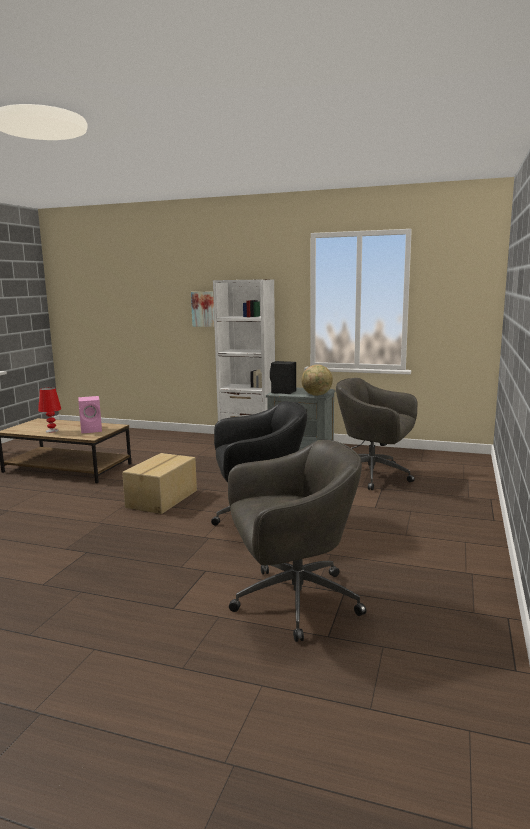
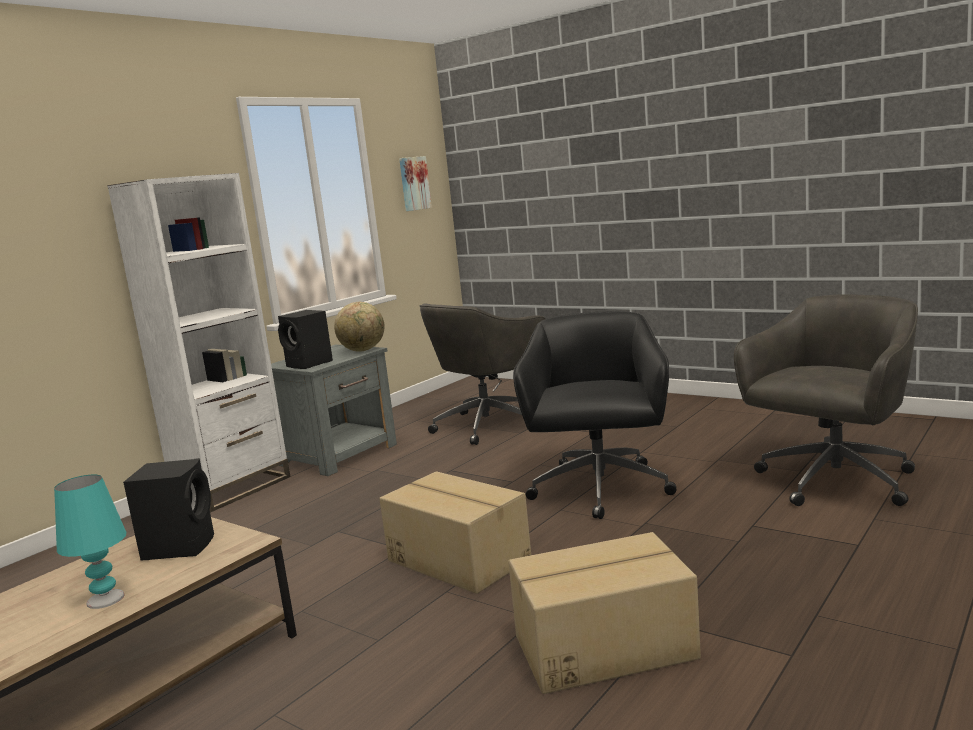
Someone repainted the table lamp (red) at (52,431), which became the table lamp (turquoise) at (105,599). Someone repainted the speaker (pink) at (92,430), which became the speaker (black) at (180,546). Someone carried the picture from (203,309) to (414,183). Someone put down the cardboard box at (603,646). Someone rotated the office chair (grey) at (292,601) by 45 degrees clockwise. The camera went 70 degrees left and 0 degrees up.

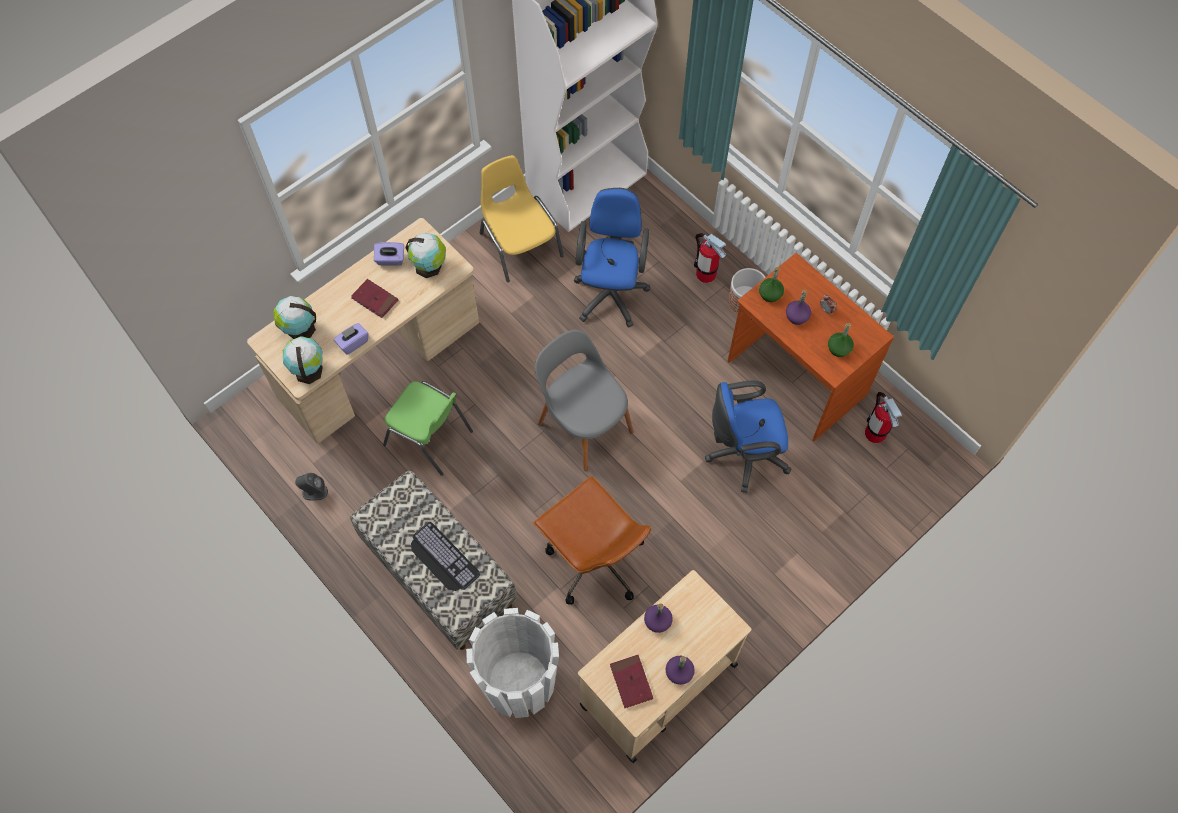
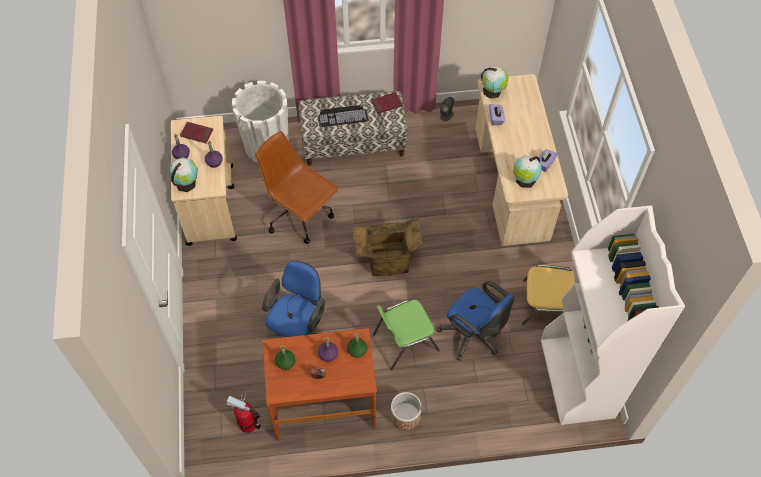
Someone carried the globe from (299,329) to (186,183). Someone rotated the office chair (brown) at (594,561) by 45 degrees clockwise. Someone swapped the chair (grey) at (583,425) for the cardboard box at (387,261). Someone carried the book (red) from (375,299) to (386,104). Someone carried the chair (green) from (429,438) to (404,342). Someone took away the fire extinguisher at (705,274). The camera went 125 degrees right and 5 degrees down.

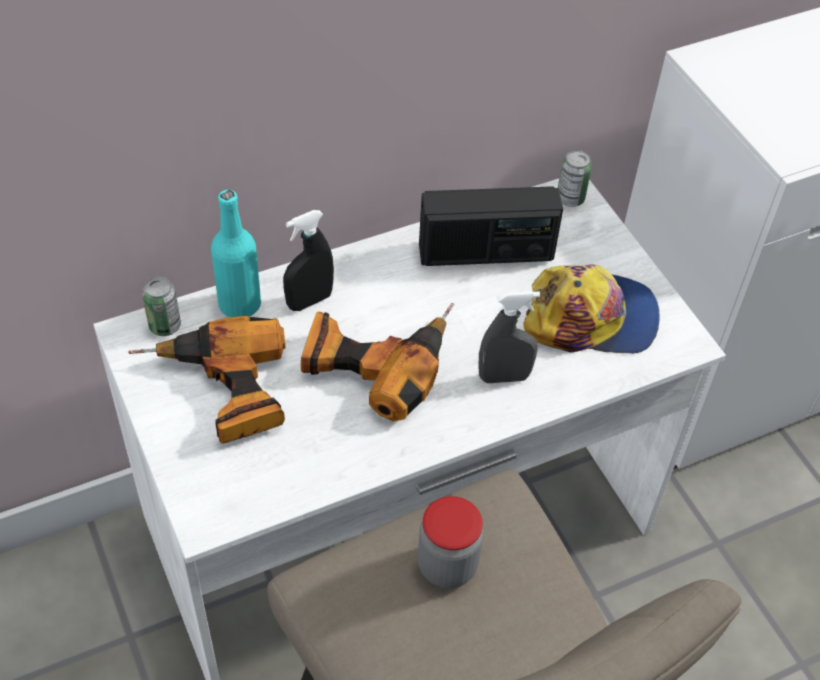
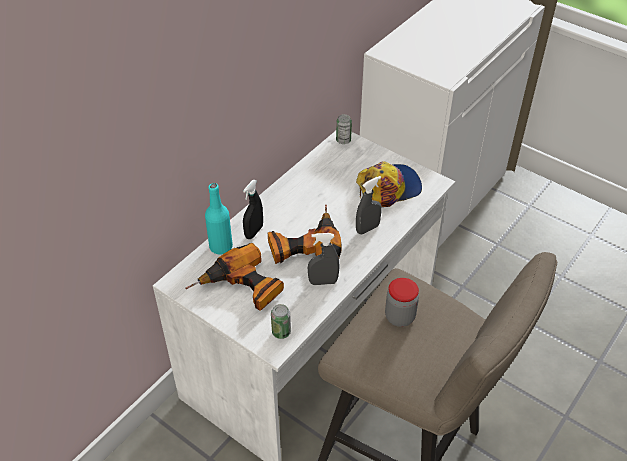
Someone carried the can from (165,326) to (281,332). Someone put down the spray bottle (grey) at (323,282). Someone took away the radio at (486,252). The camera went 25 degrees left and 5 degrees down.

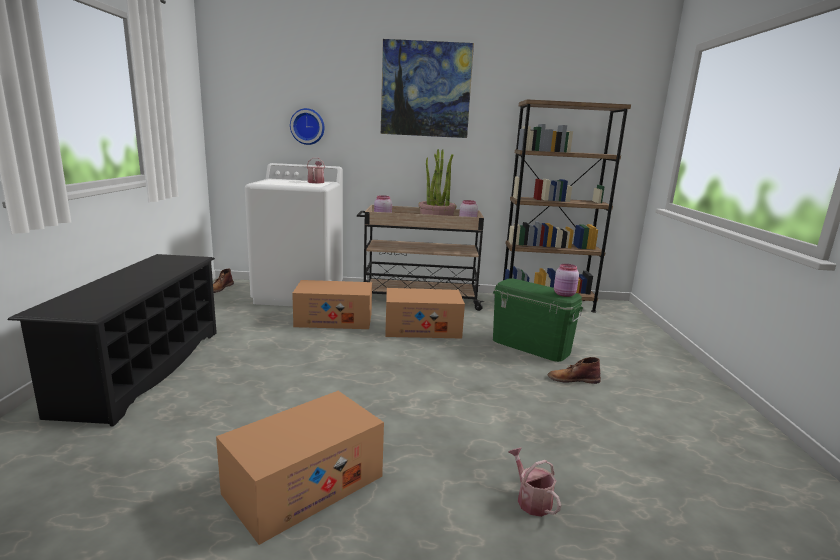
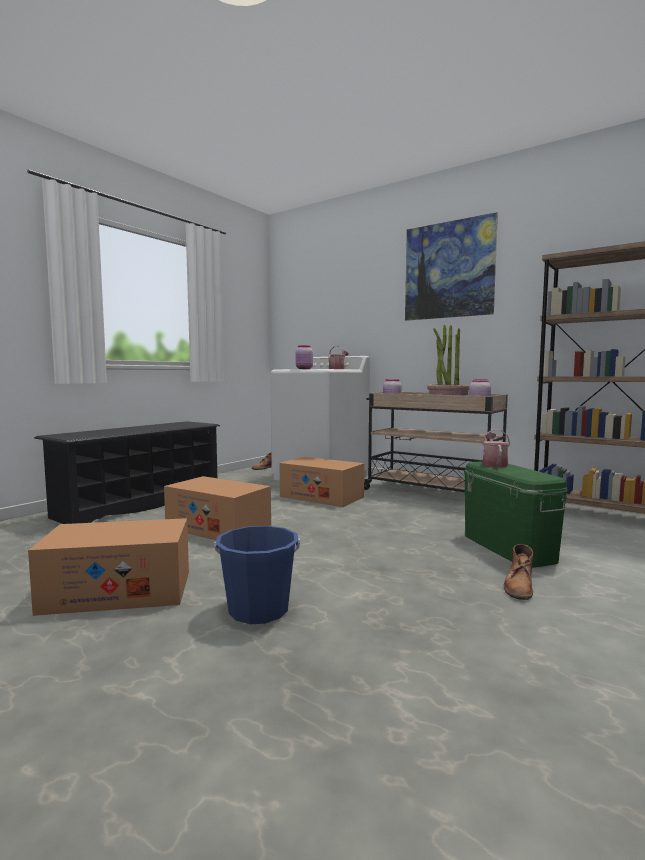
Someone carried the cardboard box from (422,328) to (218,528). Someone put down the bucket (blue) at (258,610). Someone carried the jar (pink) from (565,294) to (304,369). Someone carried the watering can from (531,499) to (494,464). Someone rotated the boot (brown) at (572,379) by 105 degrees counterclockwise. Someone took away the wall clock at (308,126). The camera went 35 degrees right and 10 degrees down.

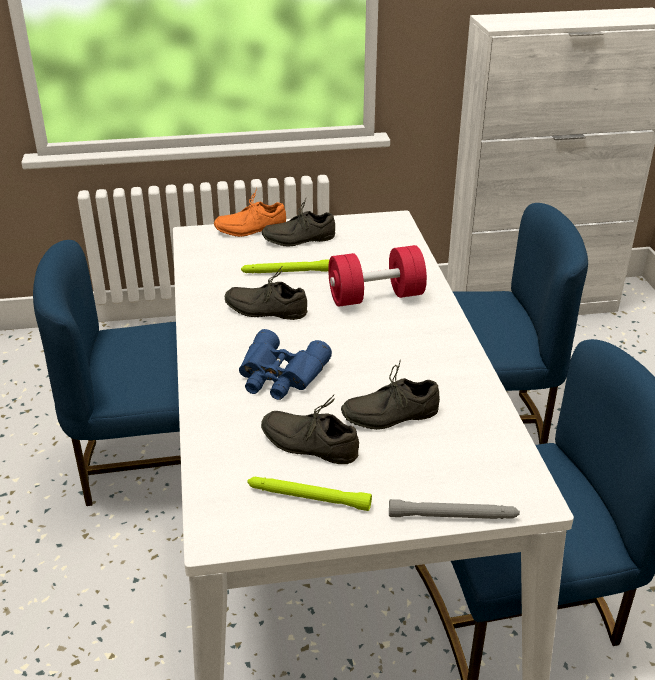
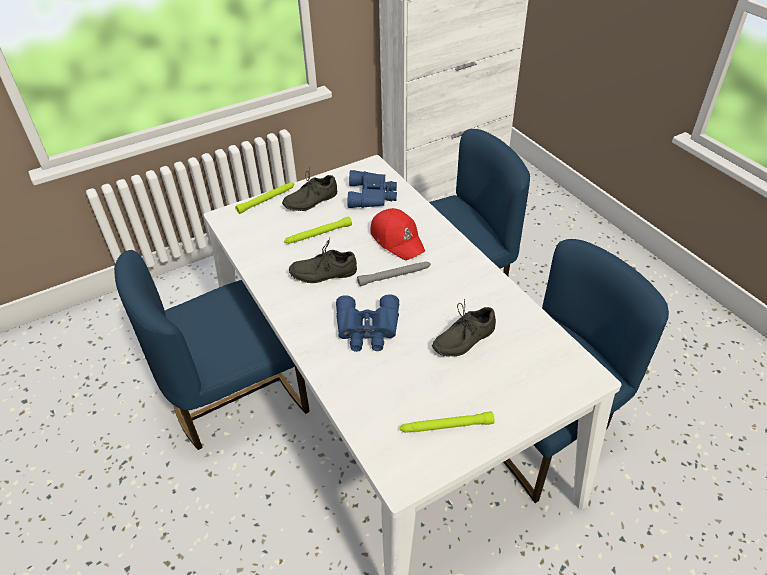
Someone swapped the shoe (orange) at (250,228) for the flashlight (green) at (267,200). Someone put down the binoculars (blue) at (373,195). Someone carried the flashlight (grey) from (453,516) to (394,276). Someone swapped the dumbbell (red) at (376,297) for the cap (red) at (397,239). Someone took away the shoe (grey) at (311,443). The camera went 20 degrees left and 10 degrees up.

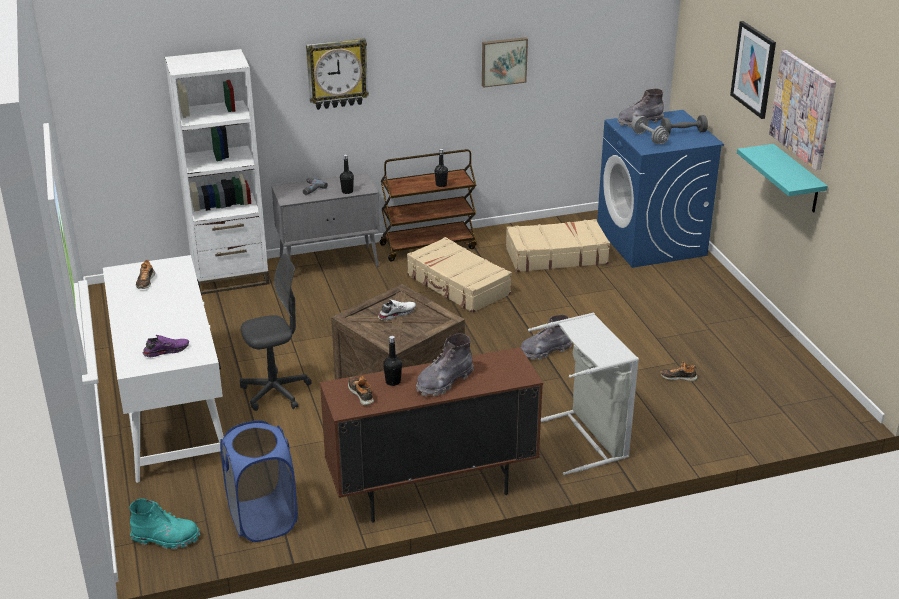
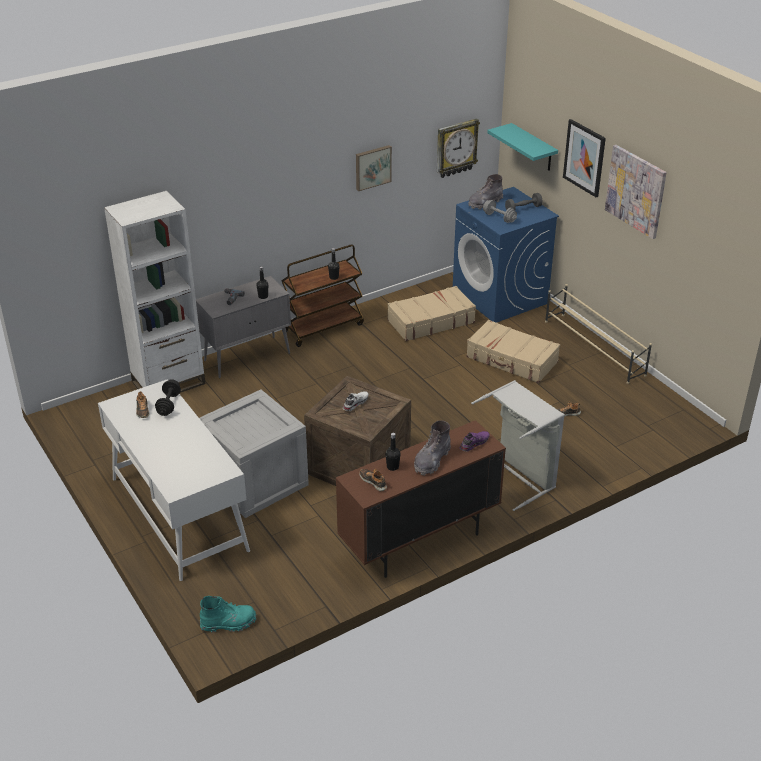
Someone put down the dumbbell (black) at (169,404). Someone swapped the office chair (grey) at (275,392) for the crate at (257,481). Someone carried the wall clock from (337,73) to (456,148). Someone carried the shoe (purple) from (166,350) to (473,443). Someone carried the suitcase (beige) from (458,285) to (512,360). Someone carried the shelf (turquoise) from (797,180) to (533,148). Someone put down the shoe rack (beige) at (594,348). Someone took away the laundry basket (blue) at (262,519). Someone took away the boot (grey) at (544,351). The camera went 15 degrees left and 5 degrees up.

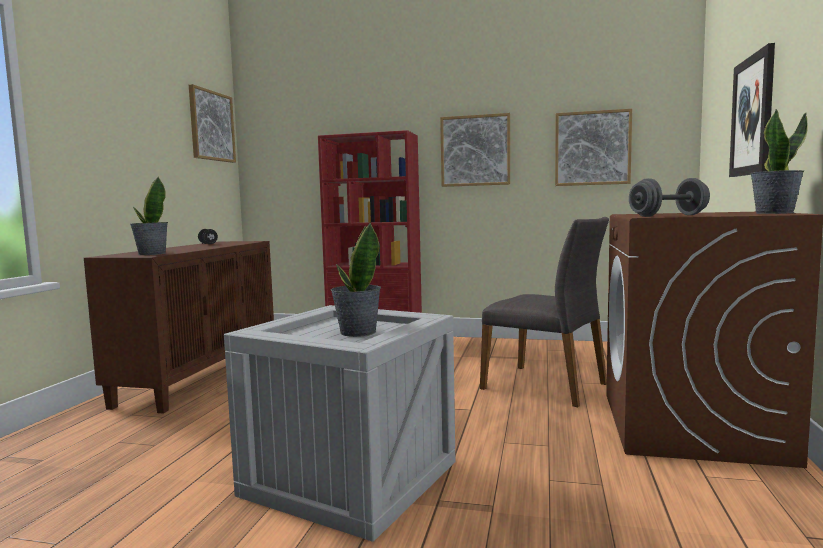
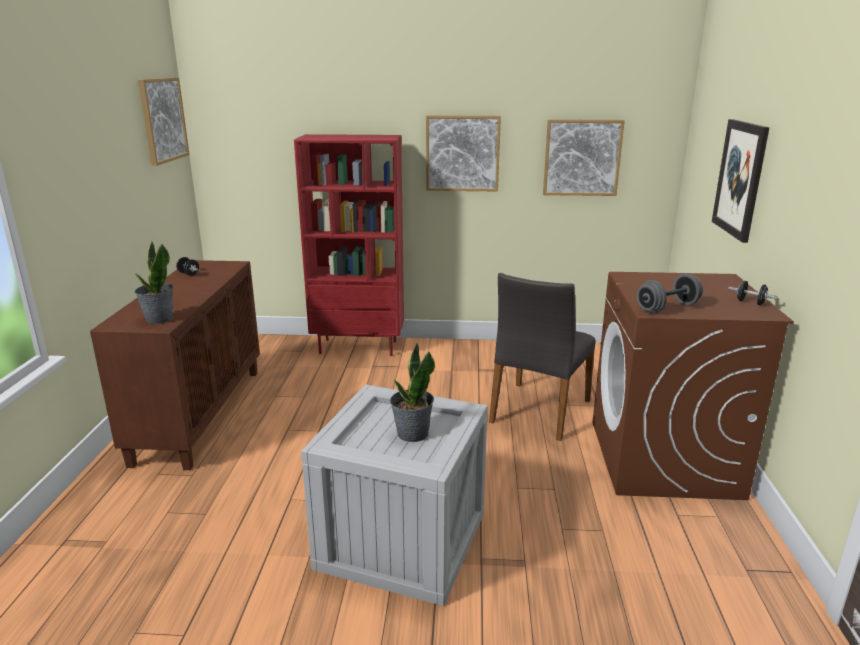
Someone rotated the chair (grey) at (546,386) by 90 degrees clockwise. Someone swapped the potted plant at (774,213) for the dumbbell (black) at (750,302). The camera went 10 degrees left and 15 degrees up.

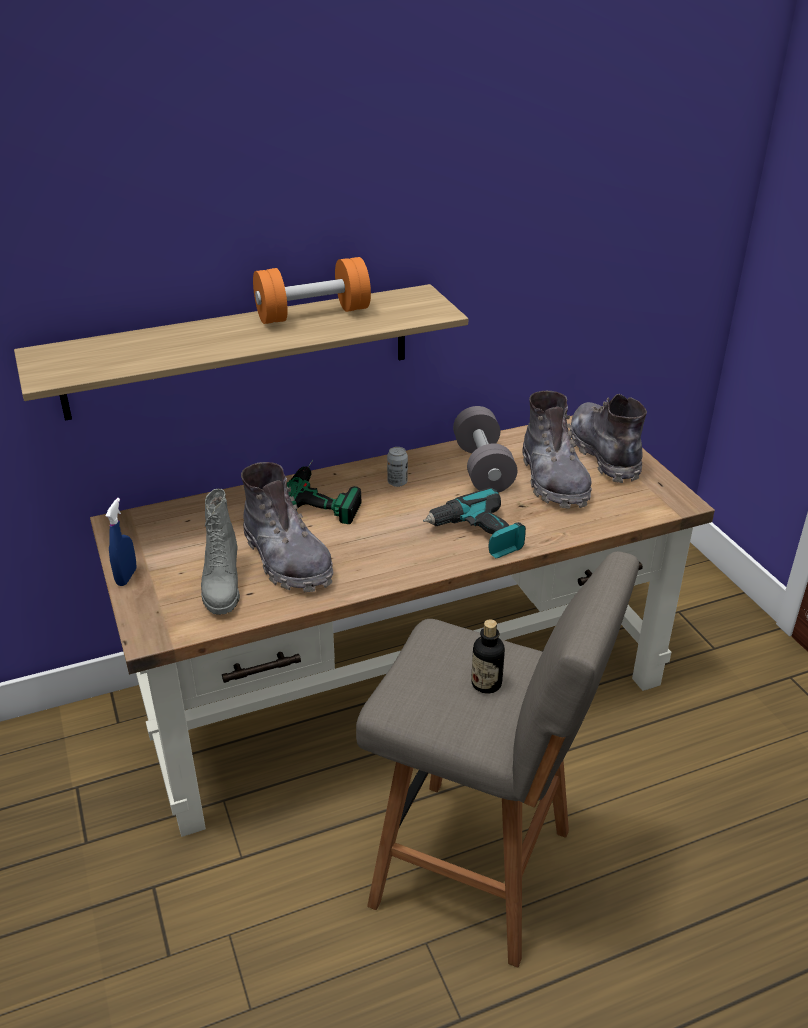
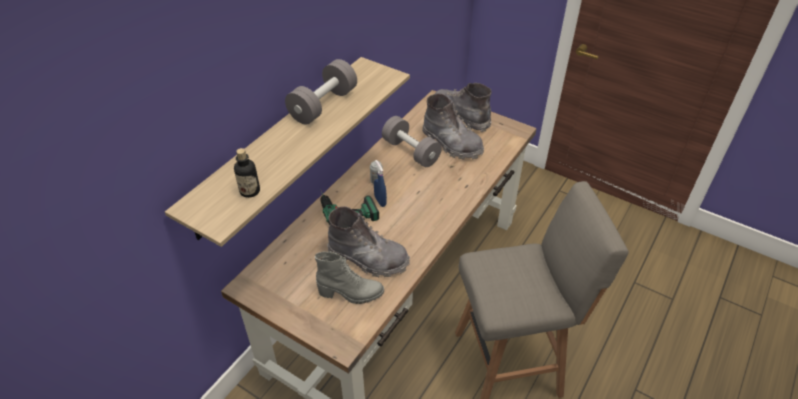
Someone carried the bottle from (486,683) to (250,191). Someone repainted the dumbbell (orange) at (313,314), which became the dumbbell (grey) at (323,105). Someone rotated the boot (grey) at (221,587) by 45 degrees counterclockwise. Someone carried the spray bottle (blue) from (126,577) to (380,201). Someone took away the power drill at (477,535). The camera went 35 degrees left and 10 degrees up.

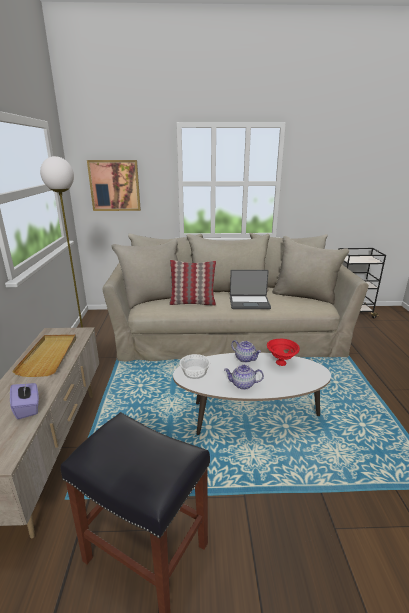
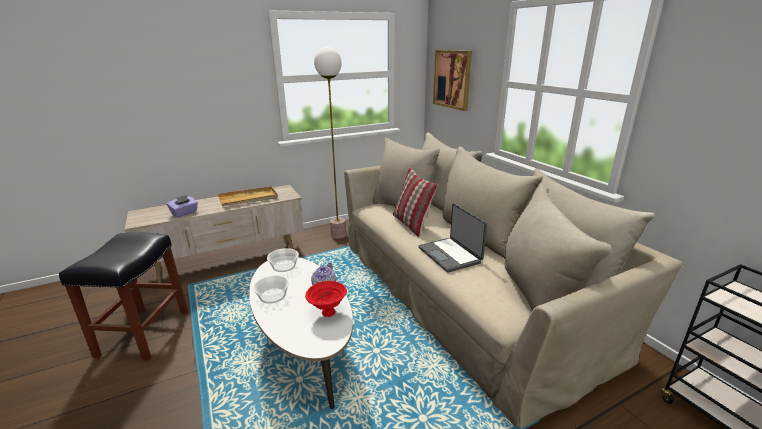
Someone swapped the teapot at (242,385) for the bowl at (272,296). The camera went 65 degrees right and 0 degrees up.

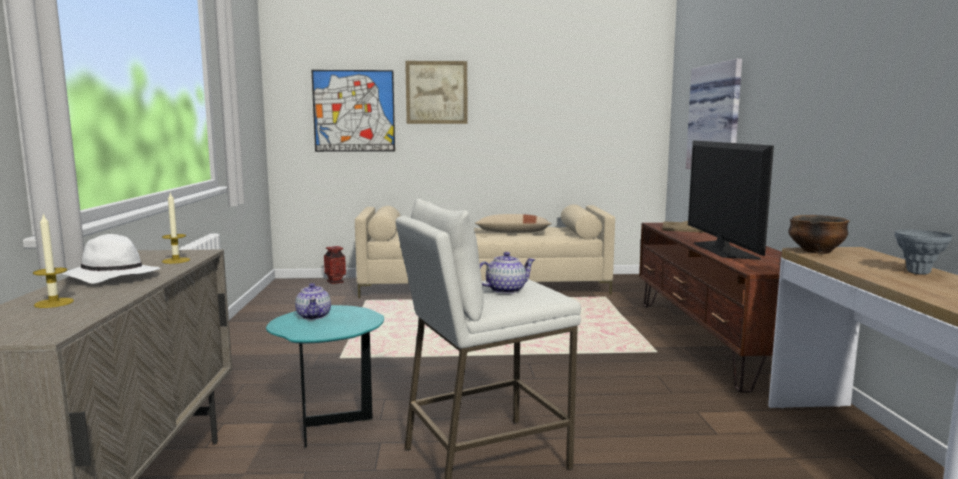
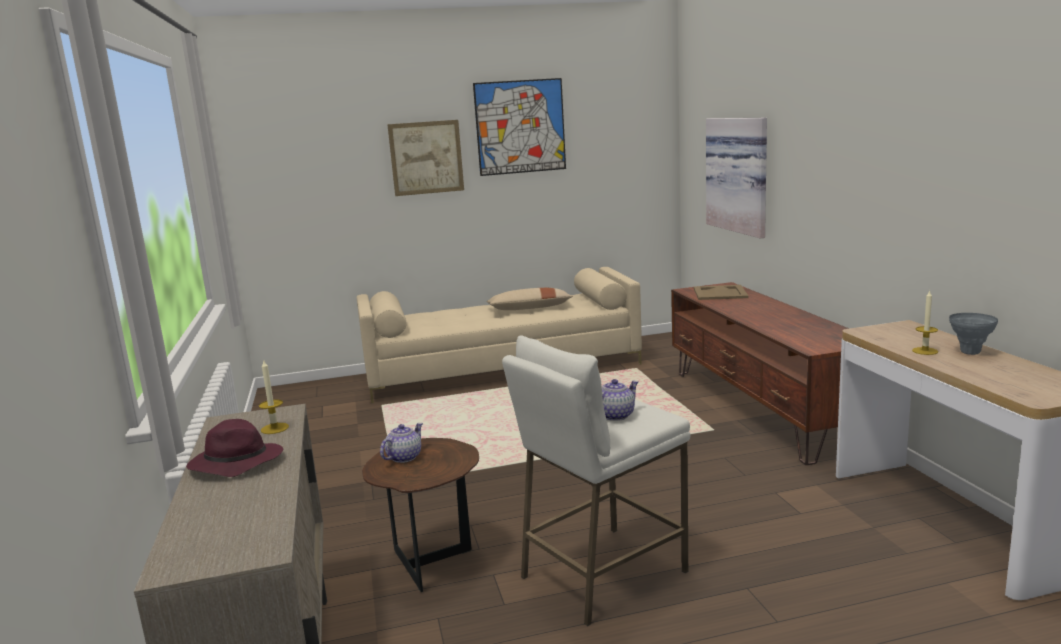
Someone repainted the hat (white) at (111,277), which became the hat (purple) at (235,463). Someone repainted the side table (turquoise) at (331,424), which became the side table (brown) at (432,562). Someone rotated the teapot at (314,316) by 120 degrees counterclockwise. Someone carried the picture from (354,111) to (520,127). Someone carried the candle from (54,303) to (925,351). Someone took away the vase at (335,282). Someone took away the television at (723,250). Someone took away the bowl at (816,252). The camera went 10 degrees left and 5 degrees up.

